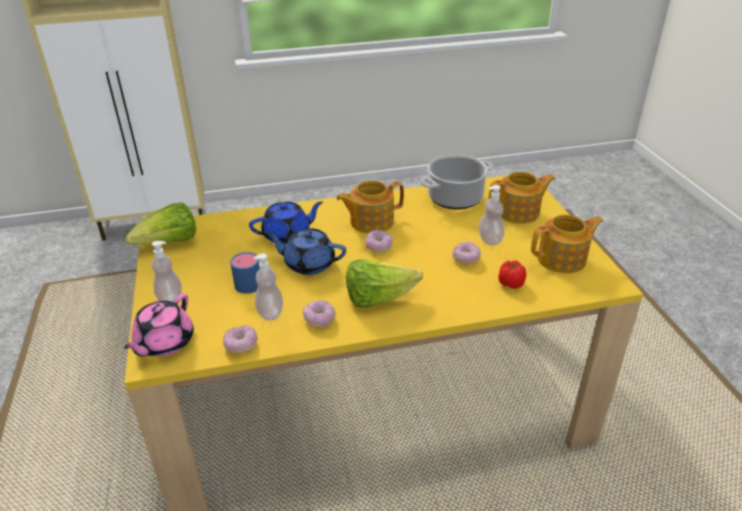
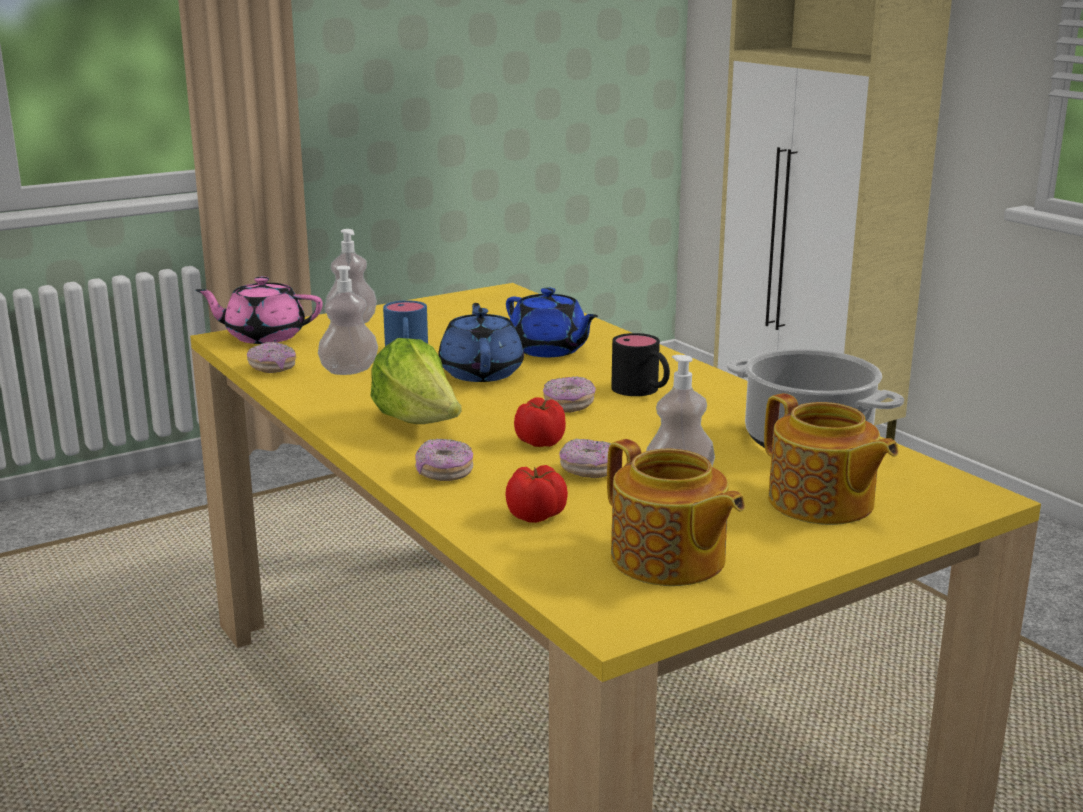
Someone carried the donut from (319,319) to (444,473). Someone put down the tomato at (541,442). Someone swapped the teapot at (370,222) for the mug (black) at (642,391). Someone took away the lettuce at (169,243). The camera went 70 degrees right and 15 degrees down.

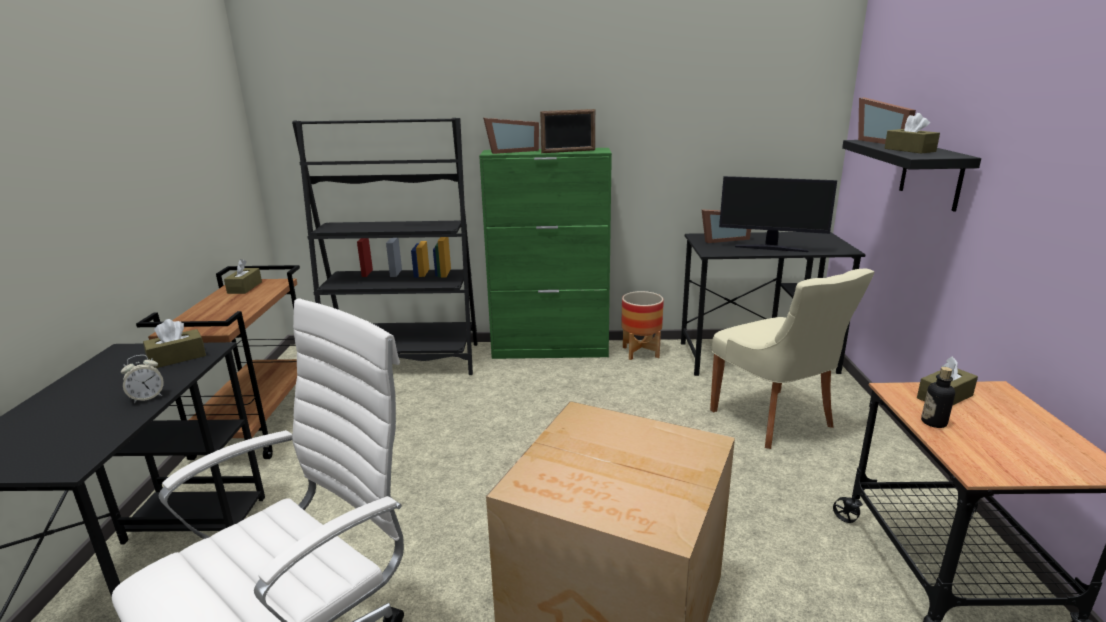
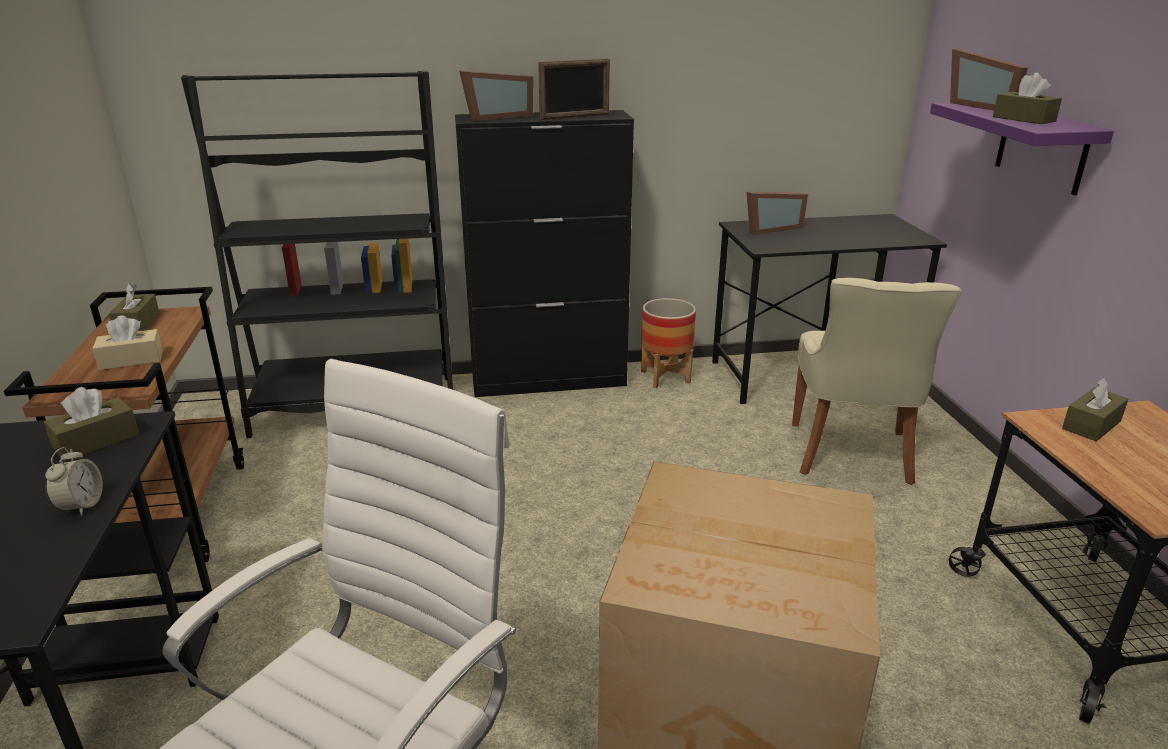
Someone rotated the alarm clock at (147,397) by 45 degrees counterclockwise. Someone put down the tissue box (beige) at (131,360). Someone repainted the cabinet (green) at (551,350), which became the cabinet (black) at (549,380). Someone rotated the chair (beige) at (775,420) by 45 degrees clockwise. Someone repainted the shelf (black) at (931,174), which became the shelf (purple) at (1042,147). Someone took away the monitor at (771,248). Someone took away the bottle at (933,422). The camera went 10 degrees left and 5 degrees up.

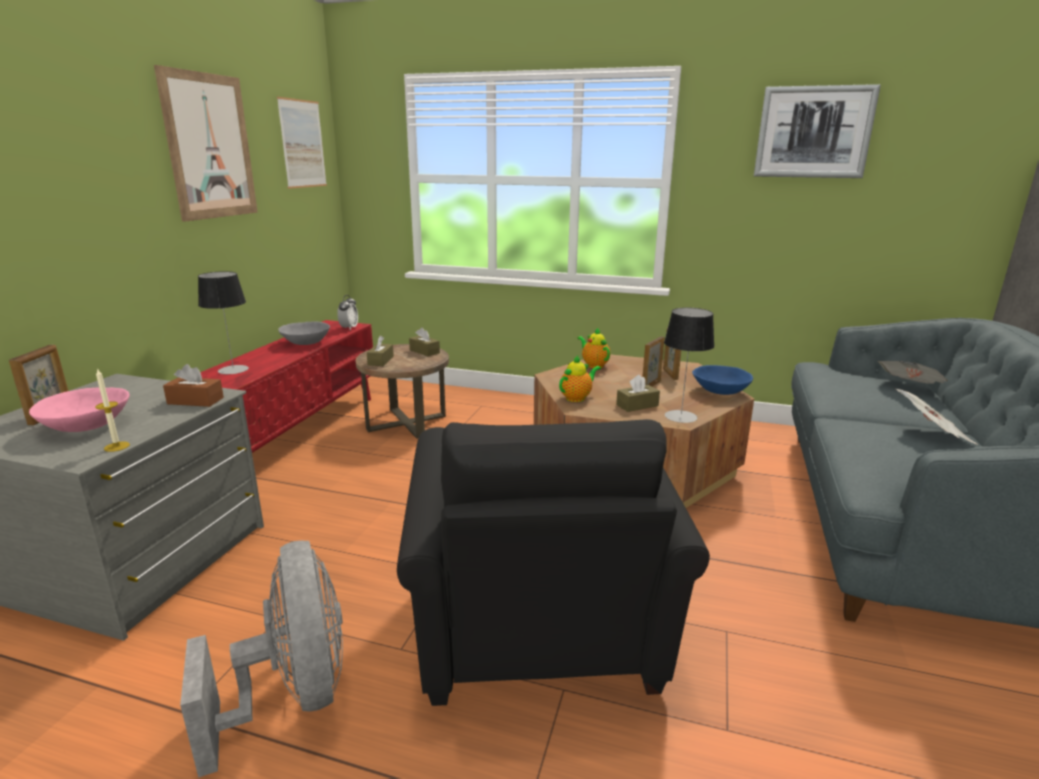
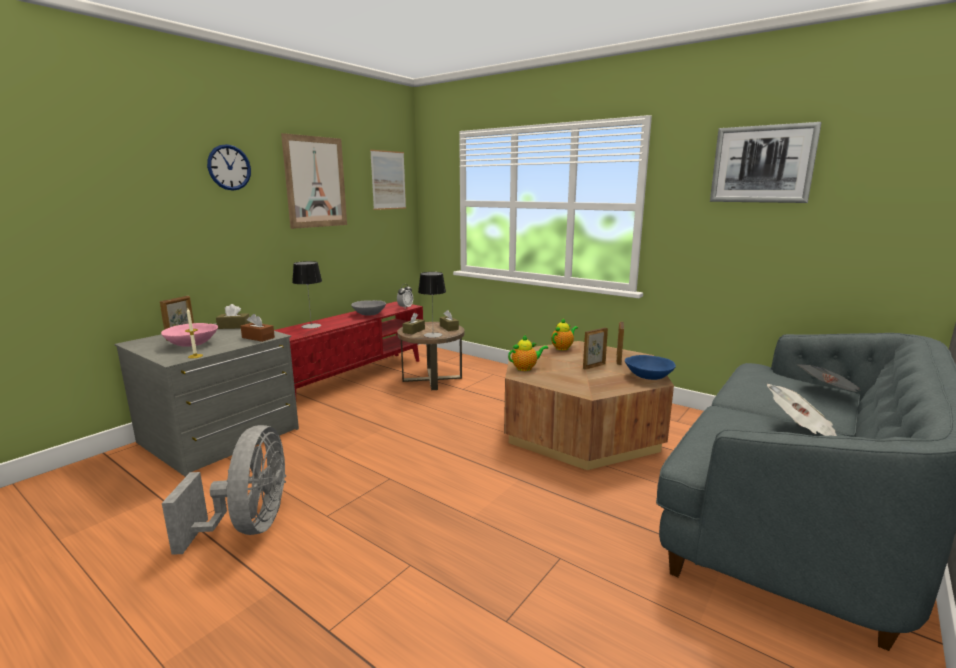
Someone put up the wall clock at (229,167). Someone carried the tissue box (brown) from (637,405) to (234,326). Someone carried the table lamp from (681,416) to (433,335). Someone rotated the teapot at (594,365) by 60 degrees clockwise. Someone took away the armchair (black) at (537,636). The camera went 20 degrees right and 5 degrees down.

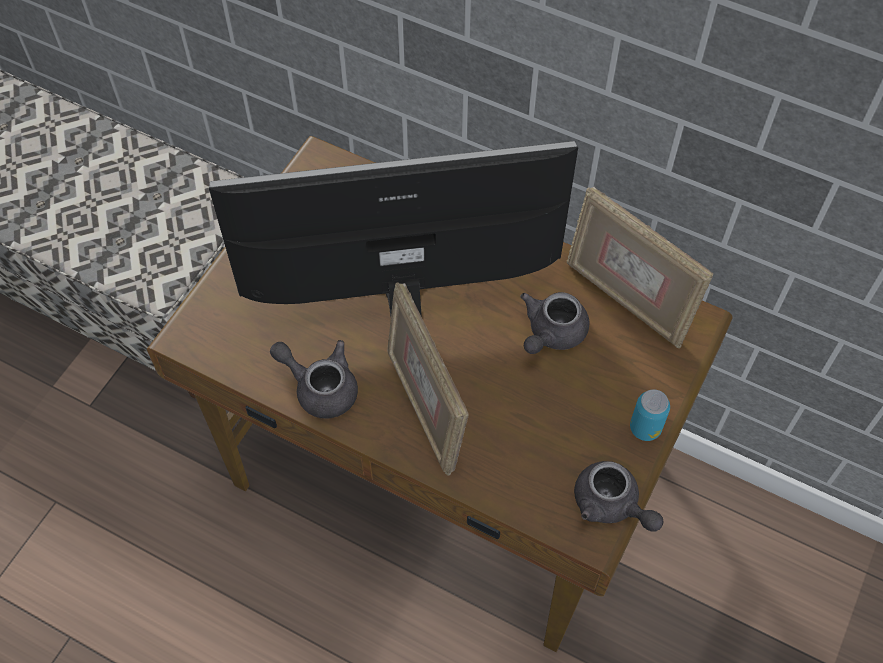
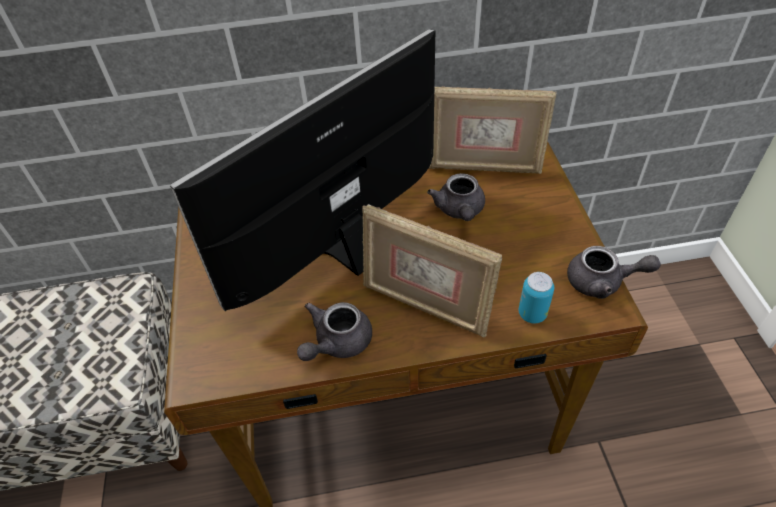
Someone rotated the teapot (grey) at (320,387) by 45 degrees counterclockwise. Someone carried the can from (645,428) to (532,314). The camera went 35 degrees left and 10 degrees down.

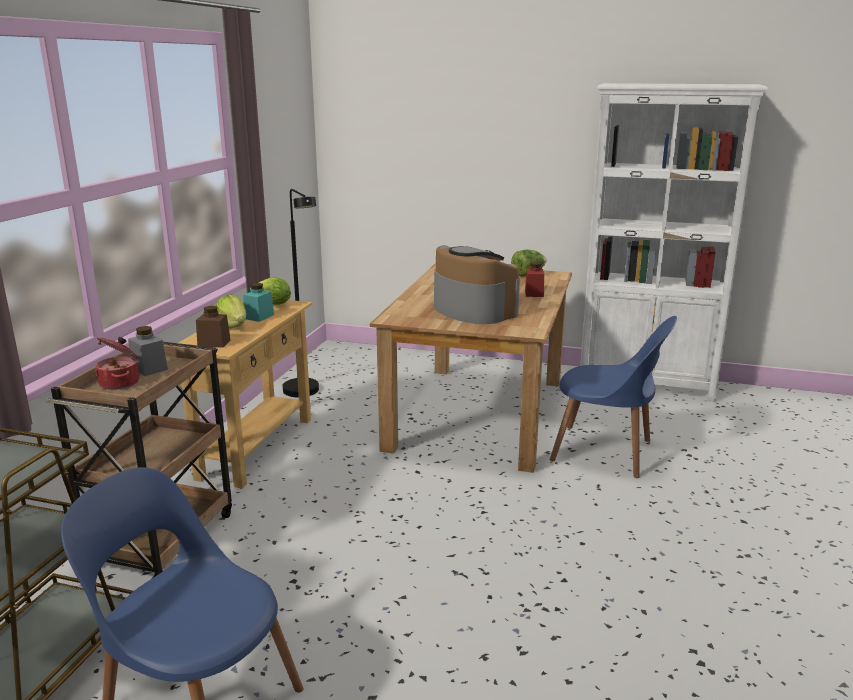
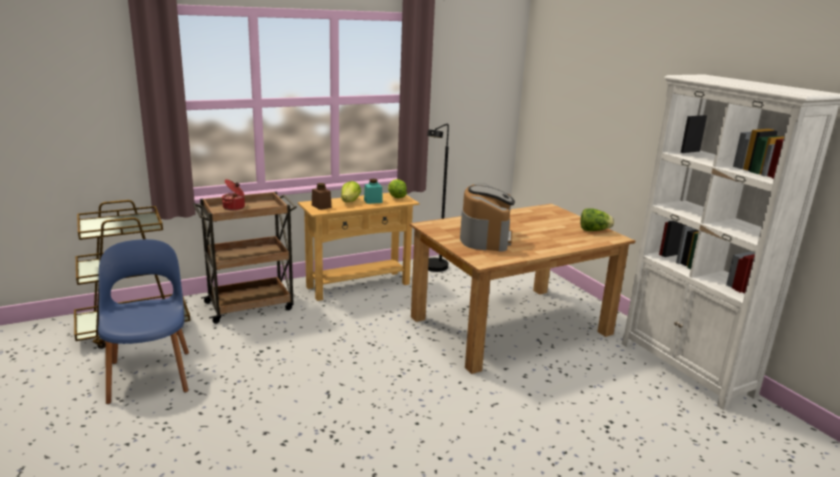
Someone took away the jar (grey) at (149,368). Someone took away the jar (red) at (534,293). Someone took away the chair (blue) at (606,452). The camera went 45 degrees right and 0 degrees up.

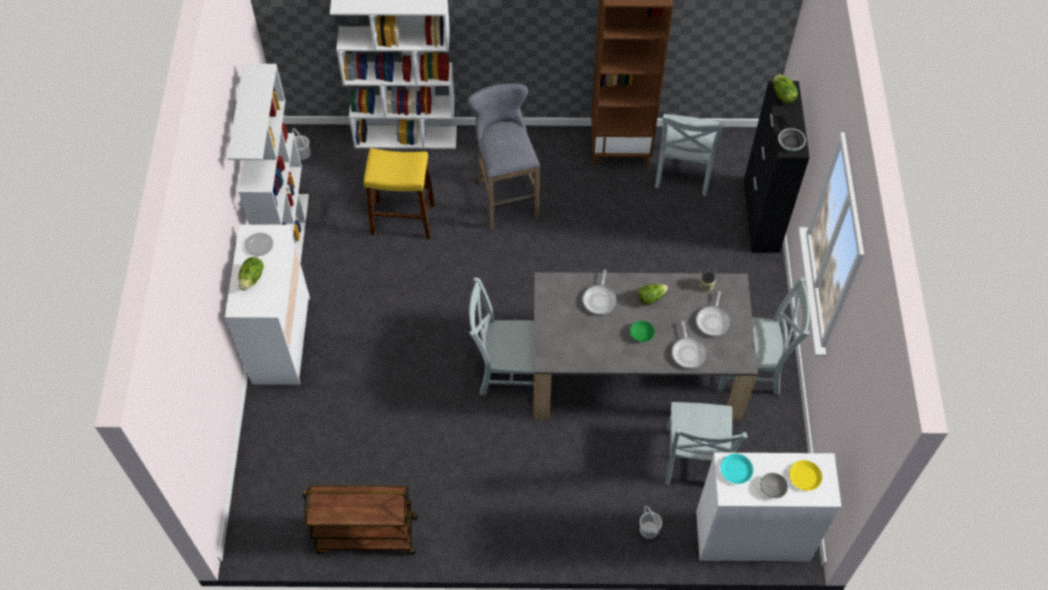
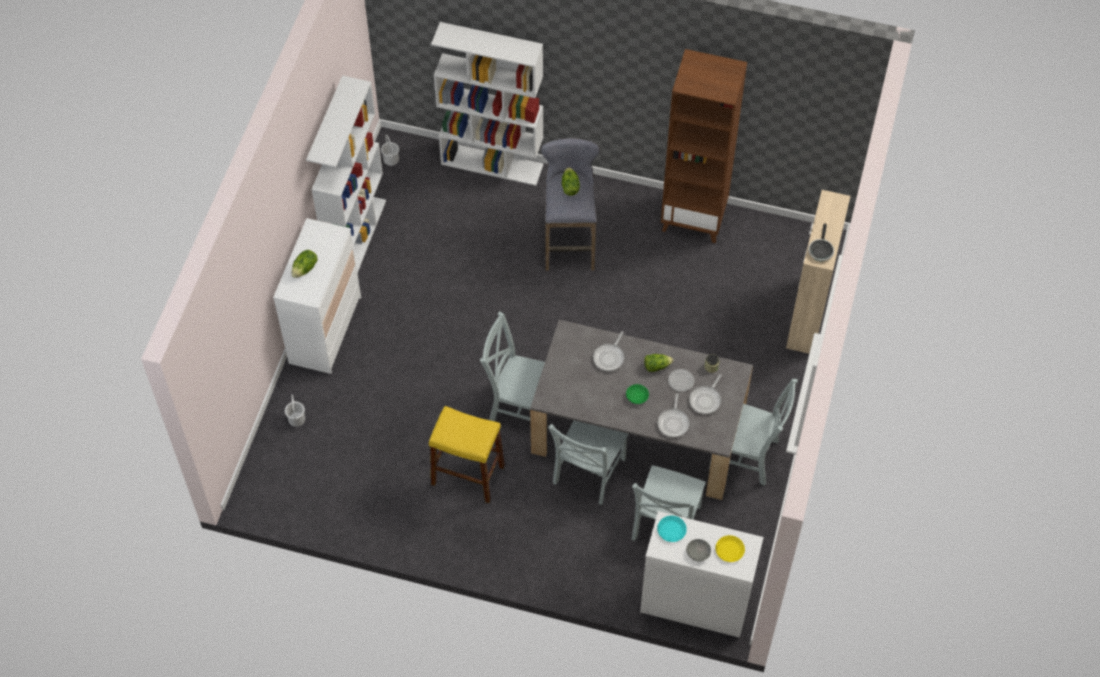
Someone carried the bucket (white) from (649,529) to (297,419). Someone carried the stool (yellow) from (403,219) to (467,475). Someone carried the chair (grey) from (683,173) to (587,473). Someone carried the lettuce from (782,95) to (569,187). Someone carried the plate from (259,245) to (680,381). Someone repainted the cabinet (black) at (761,216), which became the cabinet (beige) at (808,315). Someone took away the cart (brown) at (365,536). The camera went 15 degrees right and 0 degrees up.

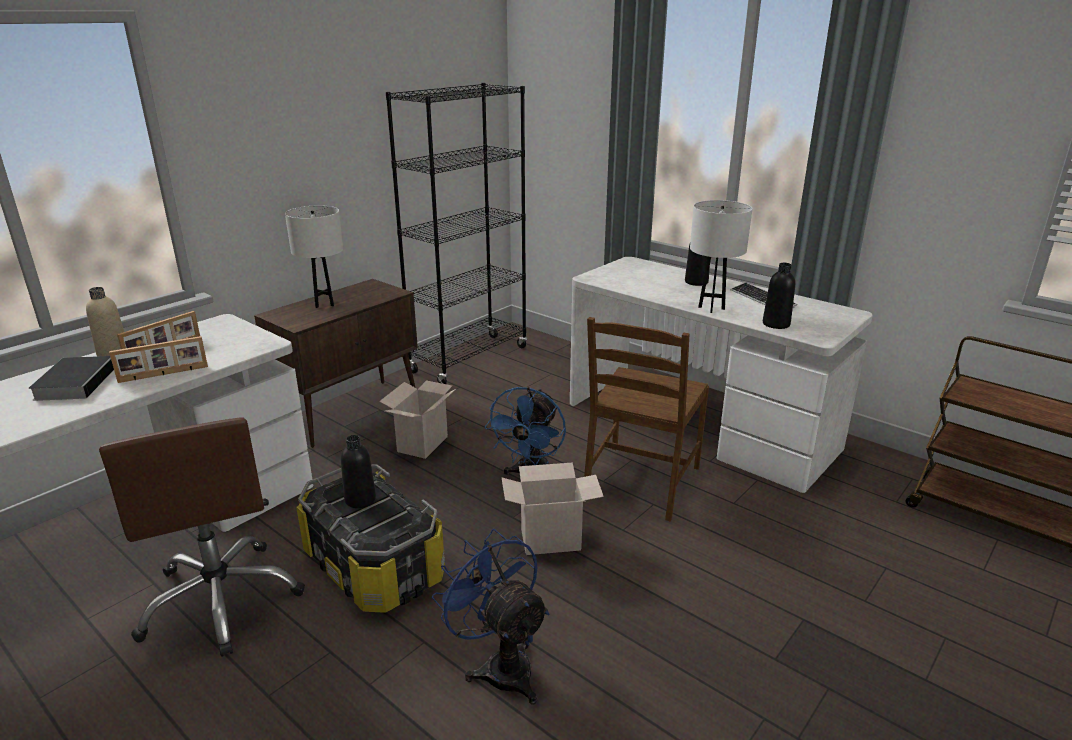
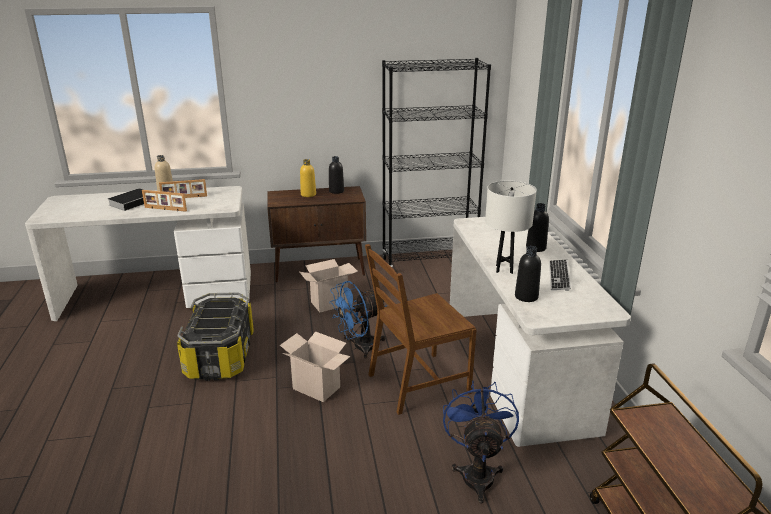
Someone swapped the table lamp (white) at (324,304) for the bottle (yellow) at (308,194). Someone carried the bottle (black) from (360,499) to (336,191). Someone carried the fan (blue) from (500,665) to (477,473). Someone took away the office chair (brown) at (222,599). The camera went 40 degrees right and 0 degrees up.

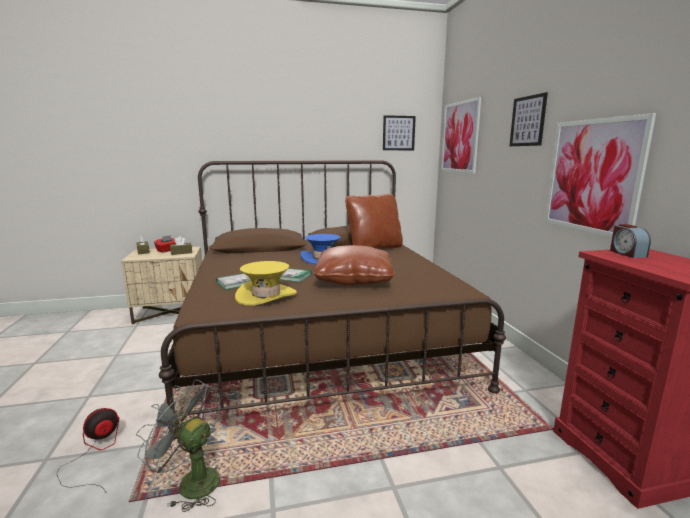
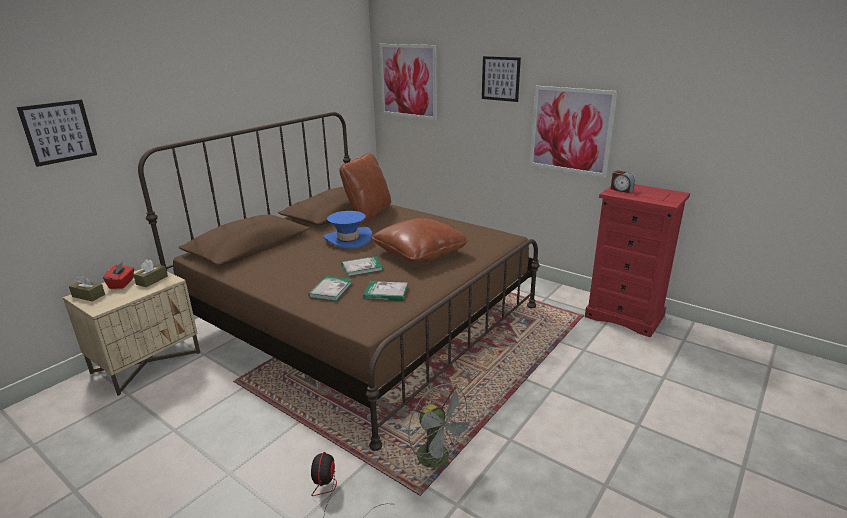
Someone carried the picture from (398,133) to (59,132). Someone swapped the hat (yellow) at (266,296) for the book at (386,293). Someone rotated the fan (grey) at (191,481) by 120 degrees counterclockwise. The camera went 40 degrees left and 10 degrees up.

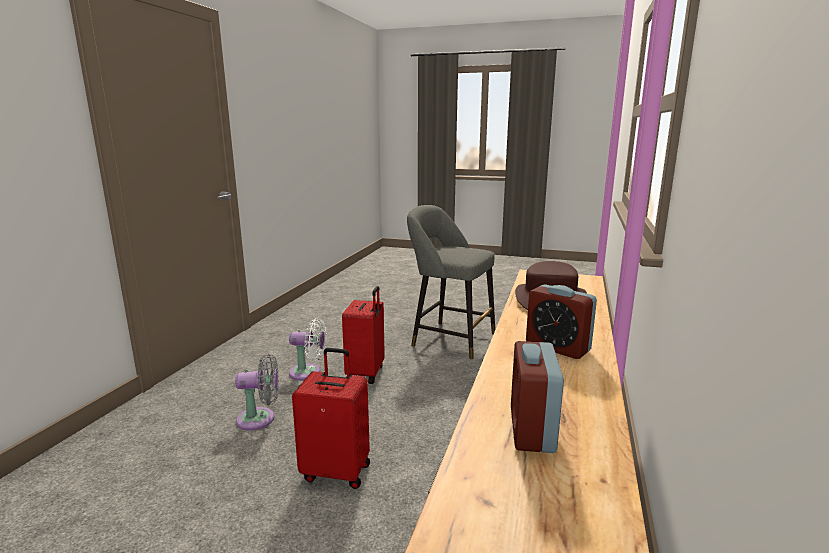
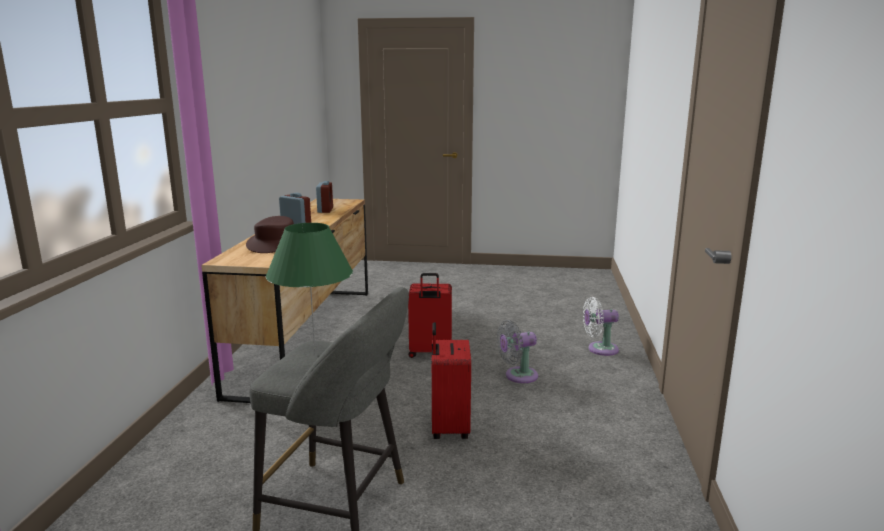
Someone put down the table lamp (green) at (314,354). Someone carried the fan (white) from (308,373) to (599,349). The camera went 170 degrees right and 0 degrees up.

